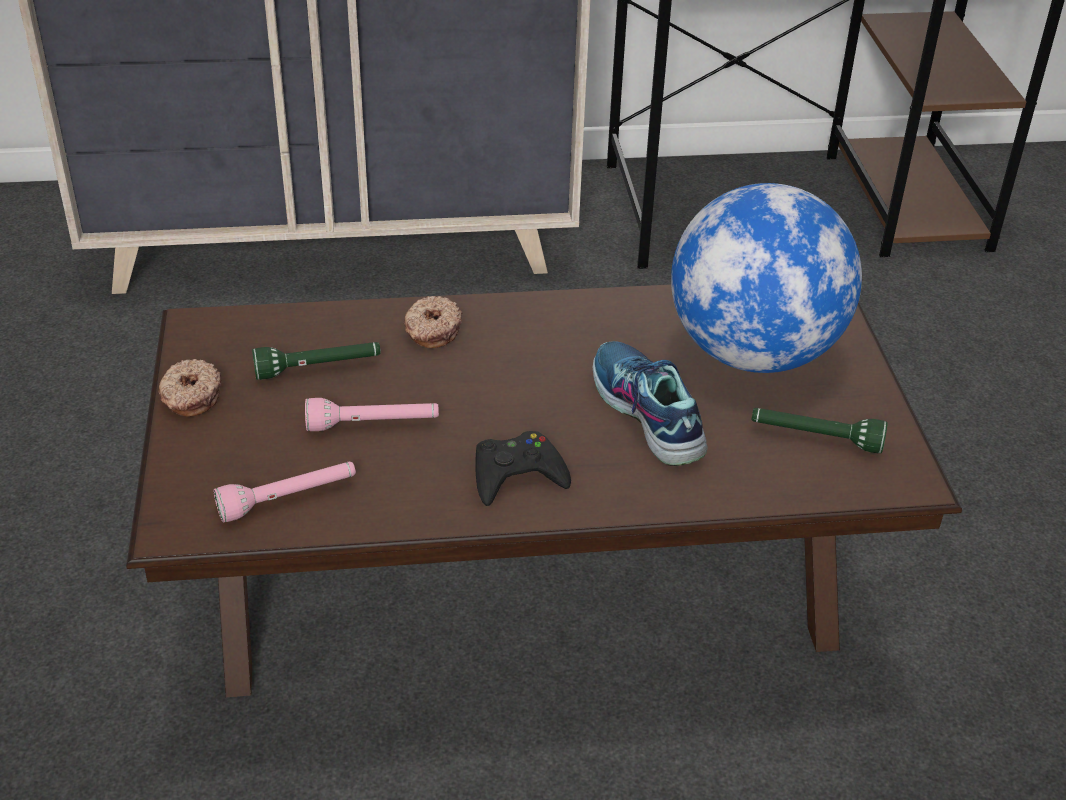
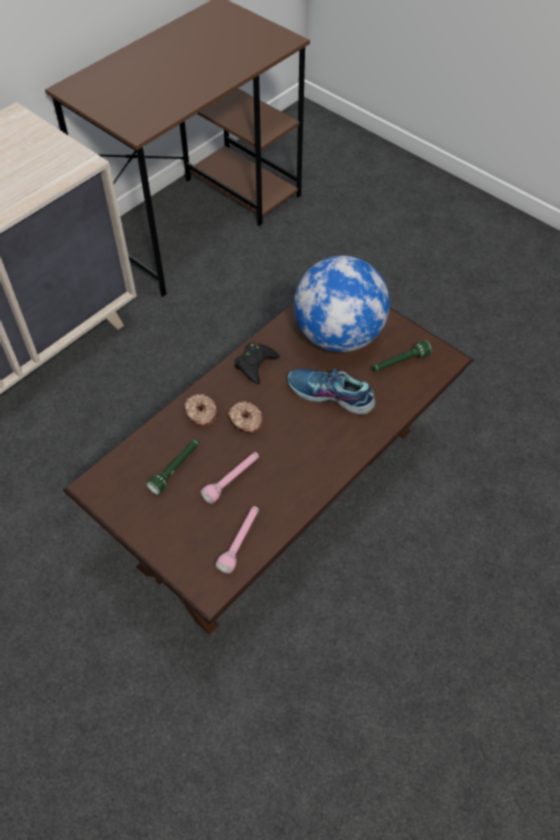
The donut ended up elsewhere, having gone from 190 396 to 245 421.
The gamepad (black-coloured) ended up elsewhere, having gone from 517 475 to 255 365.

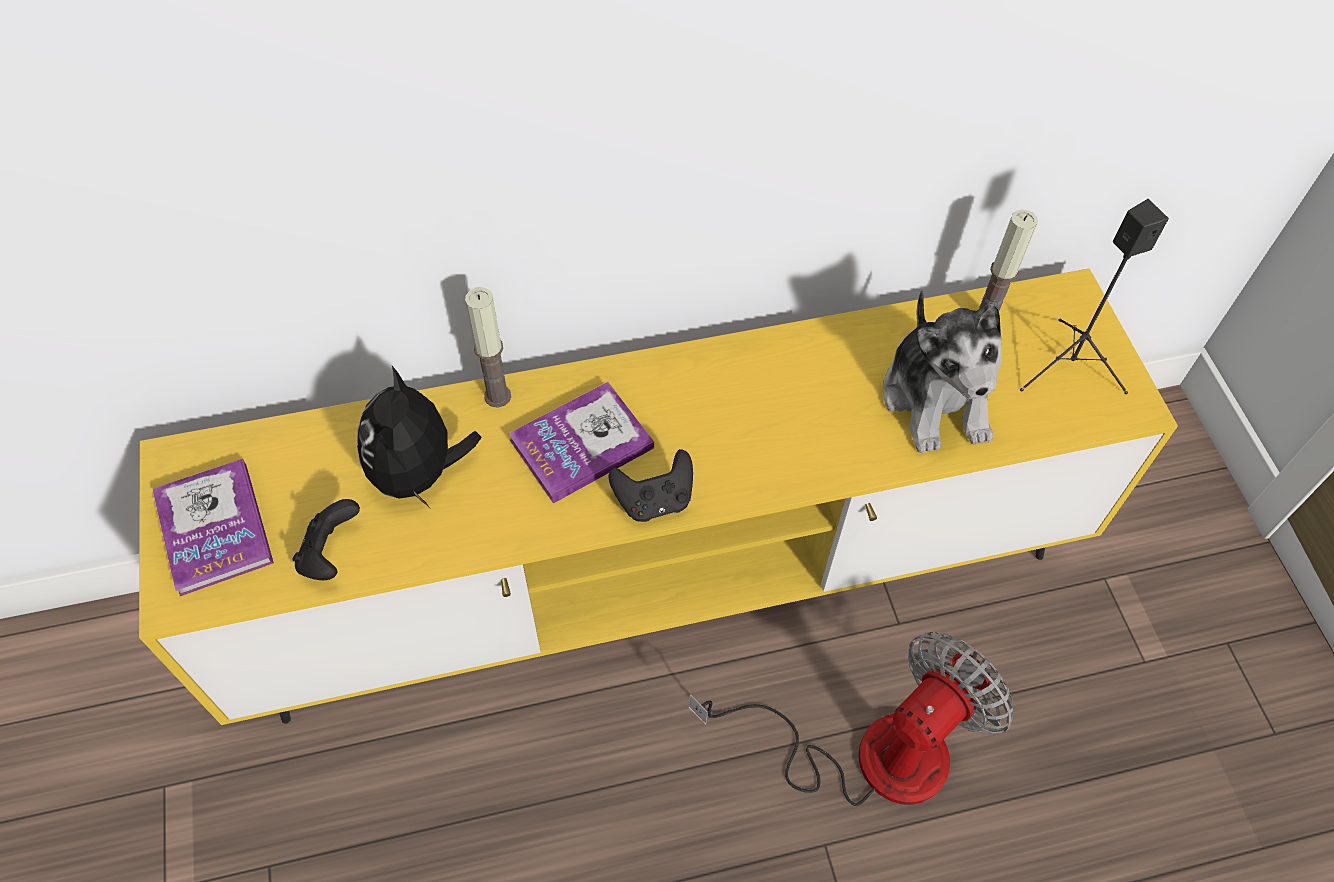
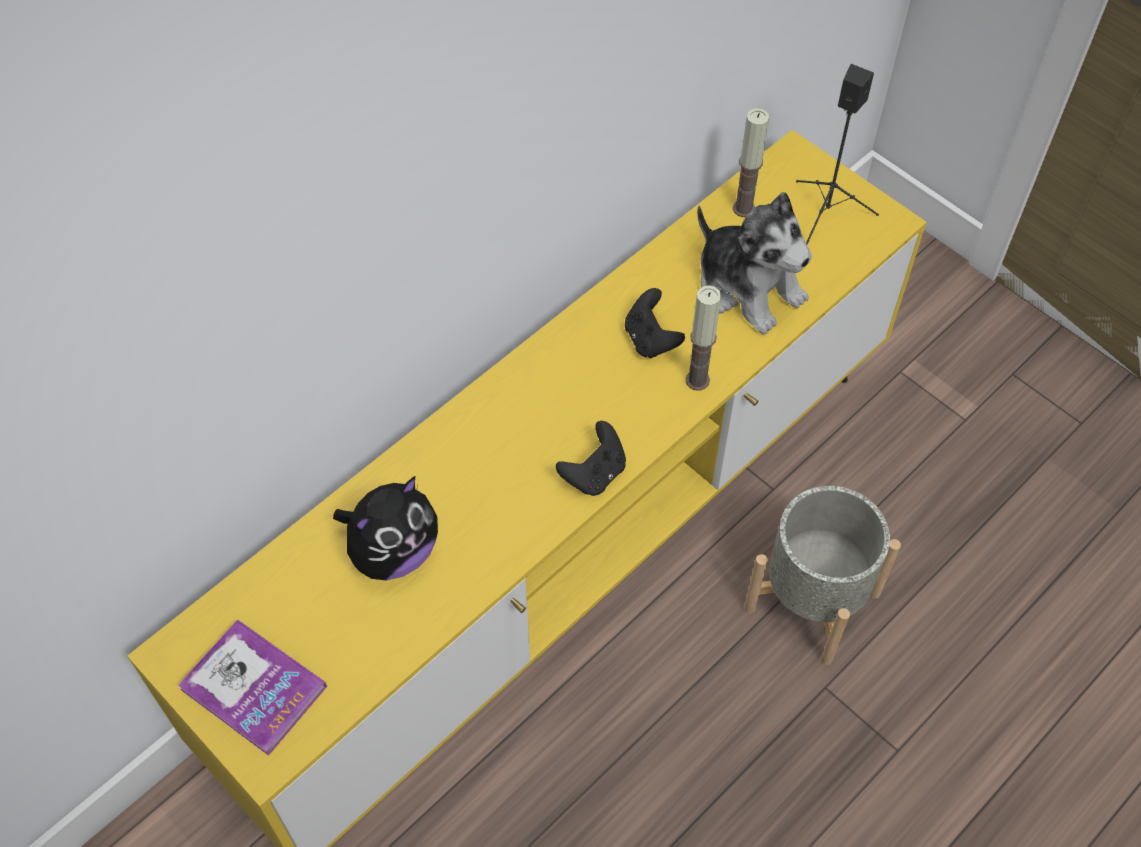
The wax candle ended up elsewhere, having gone from 498 396 to 697 380.
The cuddly toy at 420 473 ended up facing another way, 105 degrees counterclockwise from before.
The second view lost the book at 581 444.
The gamepad (black-coloured) ended up elsewhere, having gone from 331 554 to 650 339.
Where the electric fan stood at 867 753, the flower pot (grey) came to stand at 812 601.

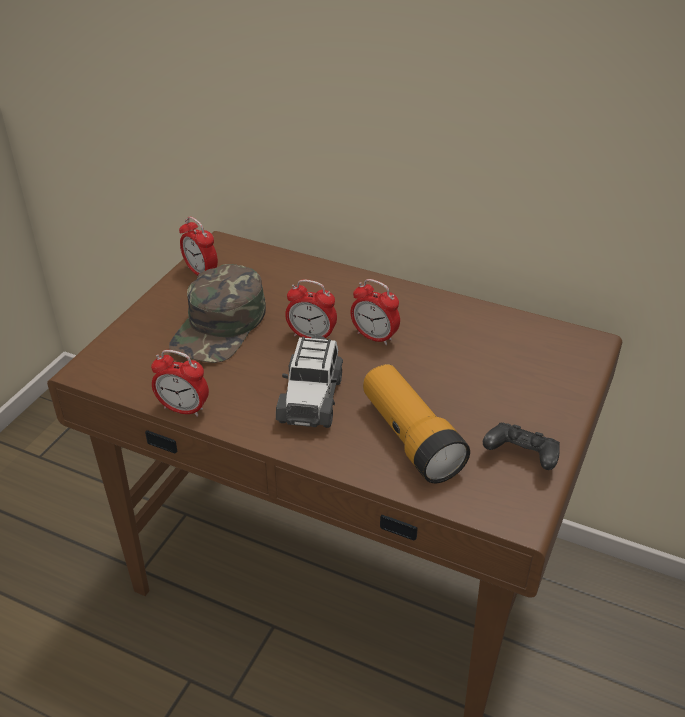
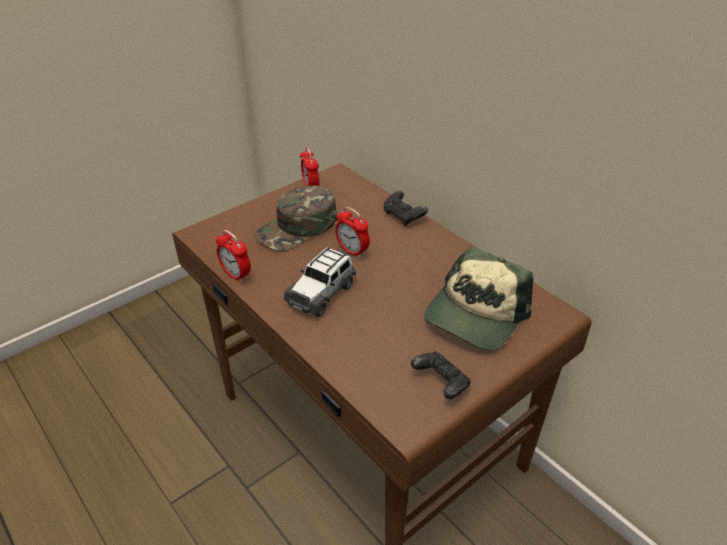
The second view lost the bedside clock at 374 337.
The second view lost the torch at 410 438.
The second view gained the gamepad (black-coloured) at 403 216.
The second view gained the baseball cap at 475 314.

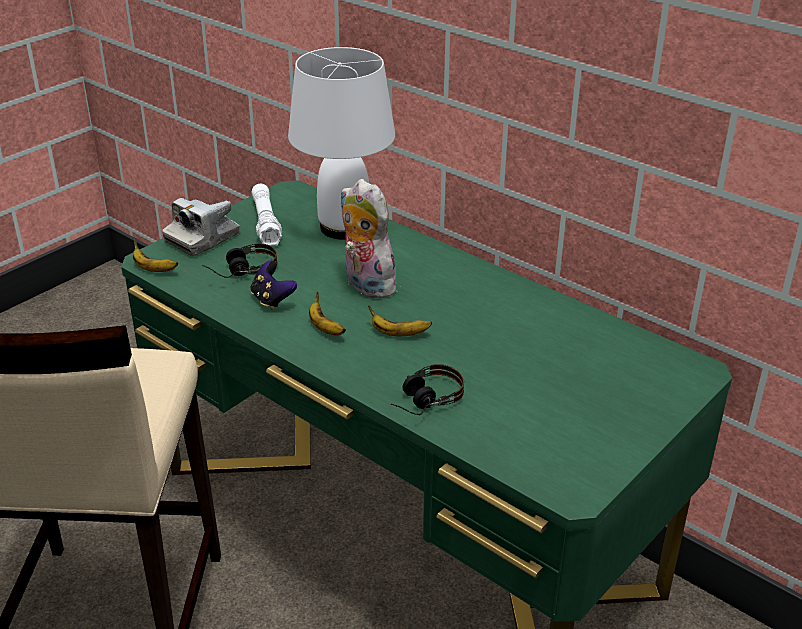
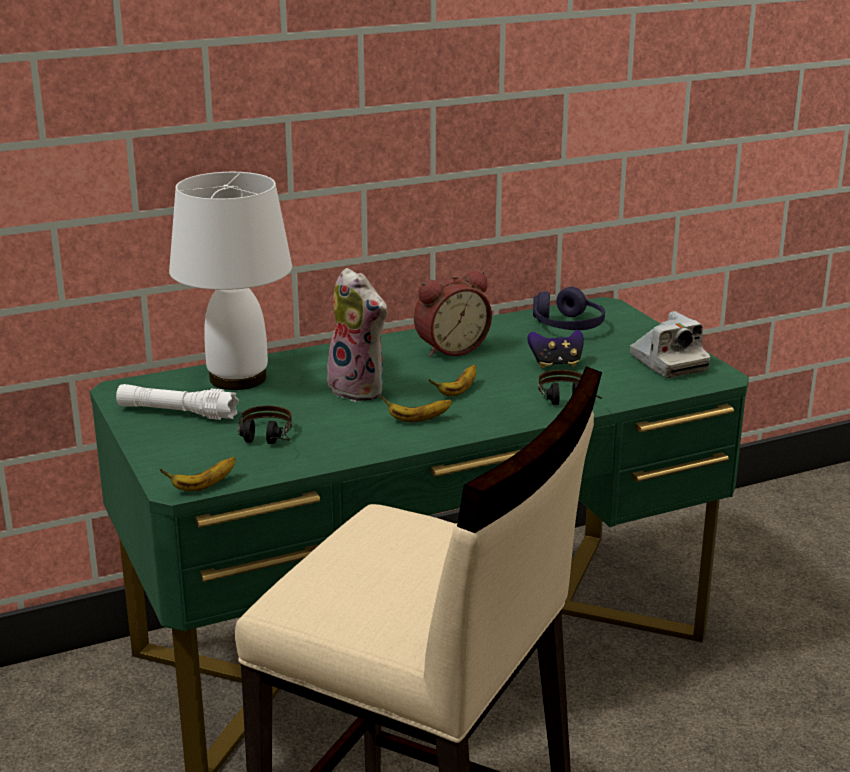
The cuddly toy at 365 285 ended up facing another way, 120 degrees counterclockwise from before.
The still camera ended up elsewhere, having gone from 202 238 to 668 363.
The gamepad ended up elsewhere, having gone from 272 300 to 556 364.
The second view gained the bedside clock at 450 348.
The second view gained the headphones (purple-coloured) at 568 326.

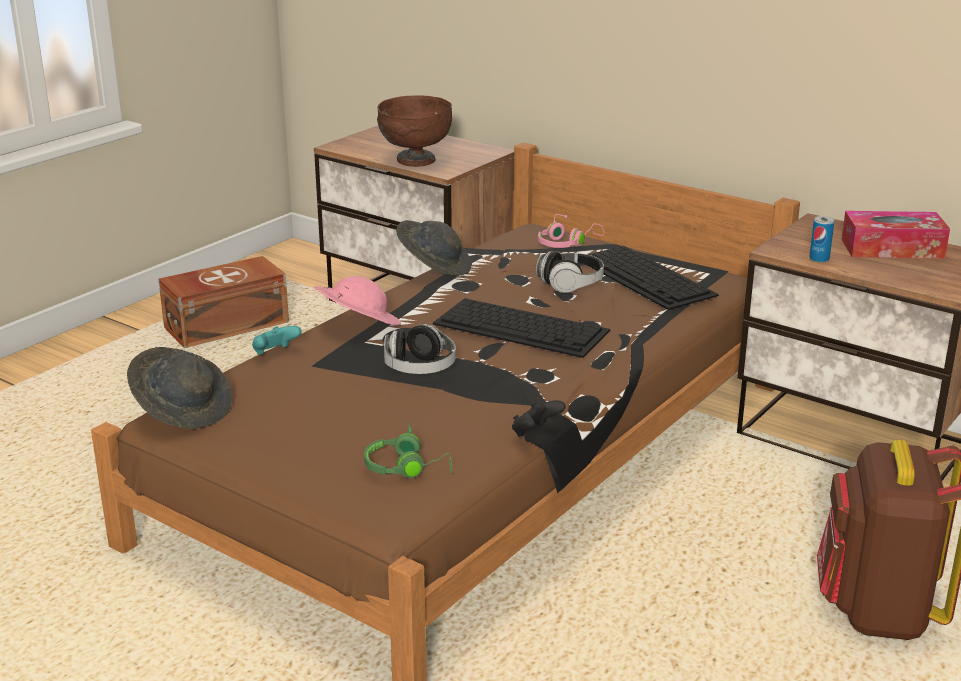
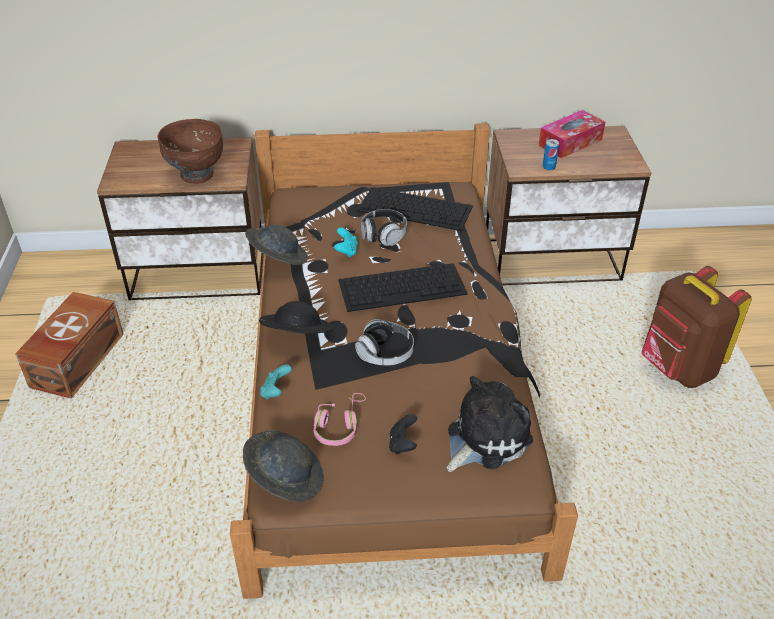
The headphones (pink-coloured) ended up elsewhere, having gone from 567 244 to 339 426.
What was the clothing hat (pink-coloured) at 357 325 turned into the clothing hat (black-coloured) at 297 337.
The gamepad (black-coloured) ended up elsewhere, having gone from 535 433 to 403 444.
Where the headphones (green) stood at 407 468, the cuddly toy came to stand at 484 438.
The second view gained the gamepad (blue-green) at 346 251.

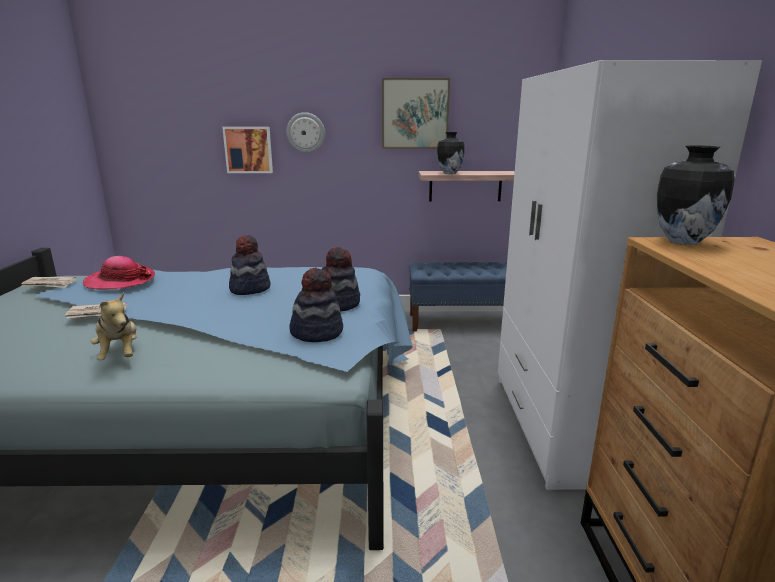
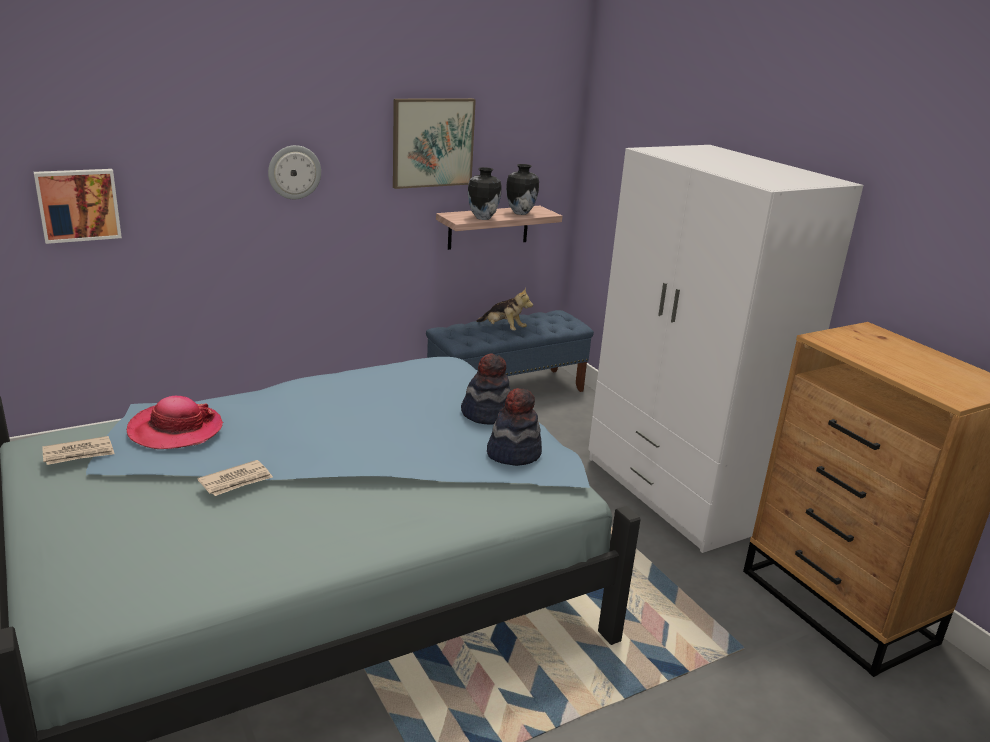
The picture ended up elsewhere, having gone from 248 150 to 78 205.
The vase ended up elsewhere, having gone from 682 241 to 520 213.
The second view lost the clothing hat at 249 288.
The cuddly toy ended up elsewhere, having gone from 120 354 to 503 329.

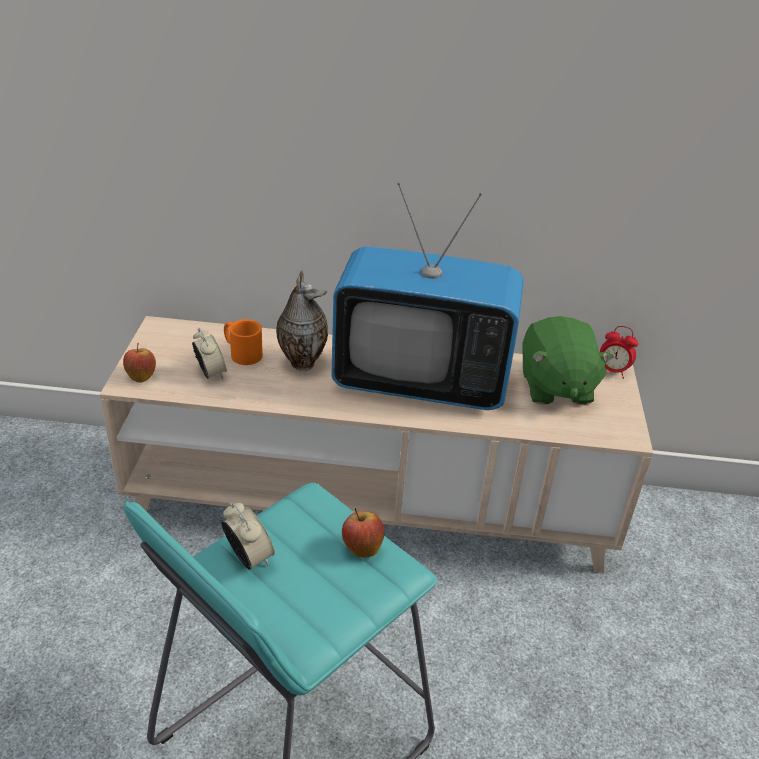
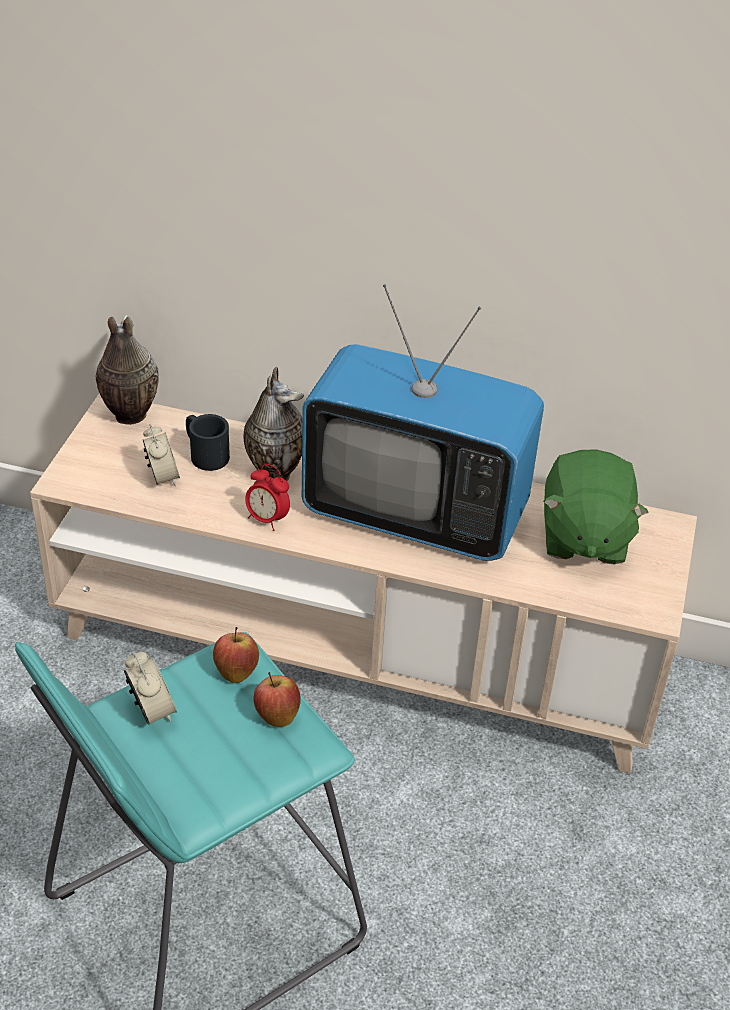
What was the tea mug (orange-coloured) at 241 353 turned into the tea mug (black-coloured) at 205 453.
The bedside clock ended up elsewhere, having gone from 612 371 to 267 519.
The whole apple ended up elsewhere, having gone from 141 376 to 236 671.
The second view gained the vase at 128 416.

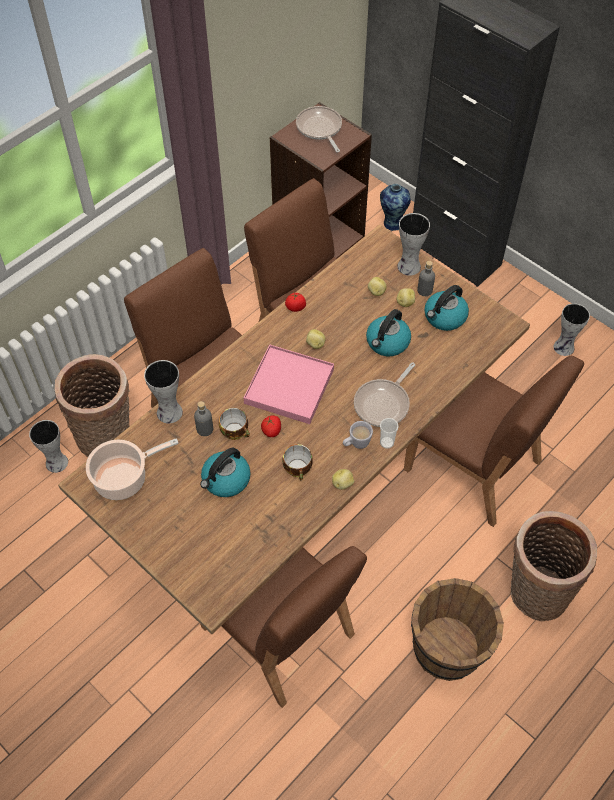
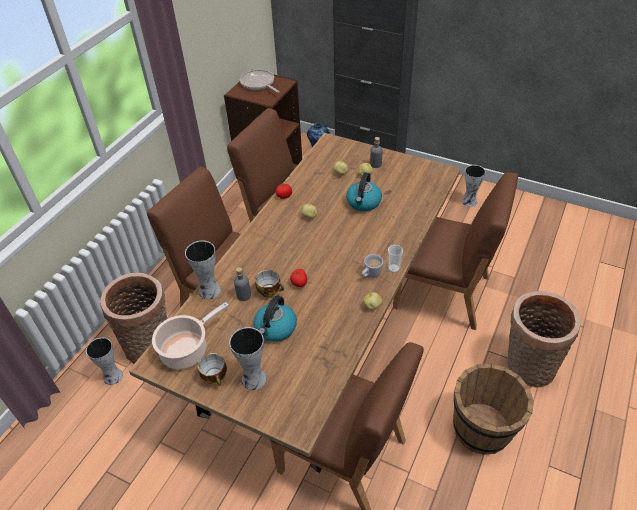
The vase ended up elsewhere, having gone from 407 266 to 252 379.
The second view lost the kettle at 444 317.
The second view lost the tray (pink-coloured) at 289 387.
The second view lost the skillet at 383 404.
The small cup ended up elsewhere, having gone from 298 469 to 215 377.

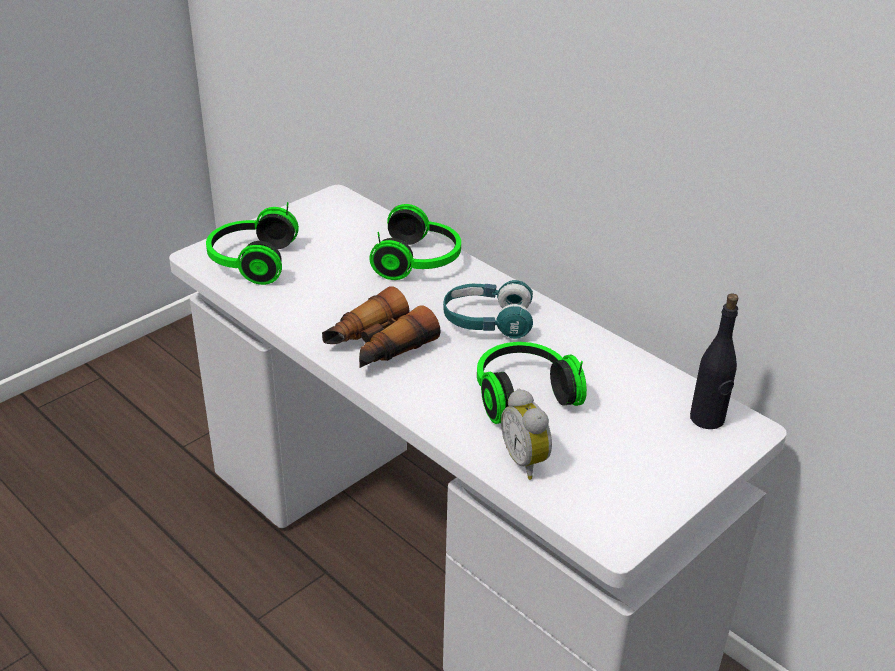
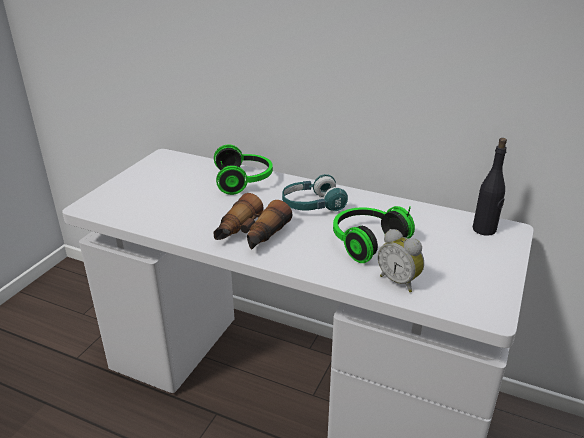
The second view lost the headphones at 250 262.

